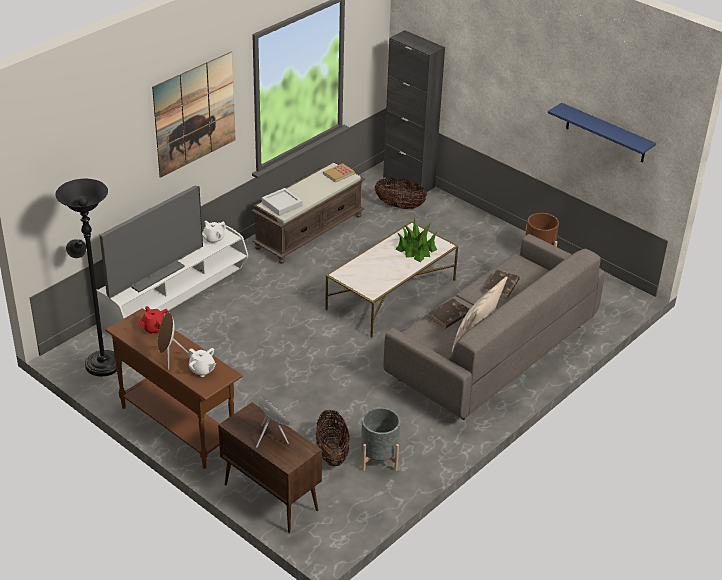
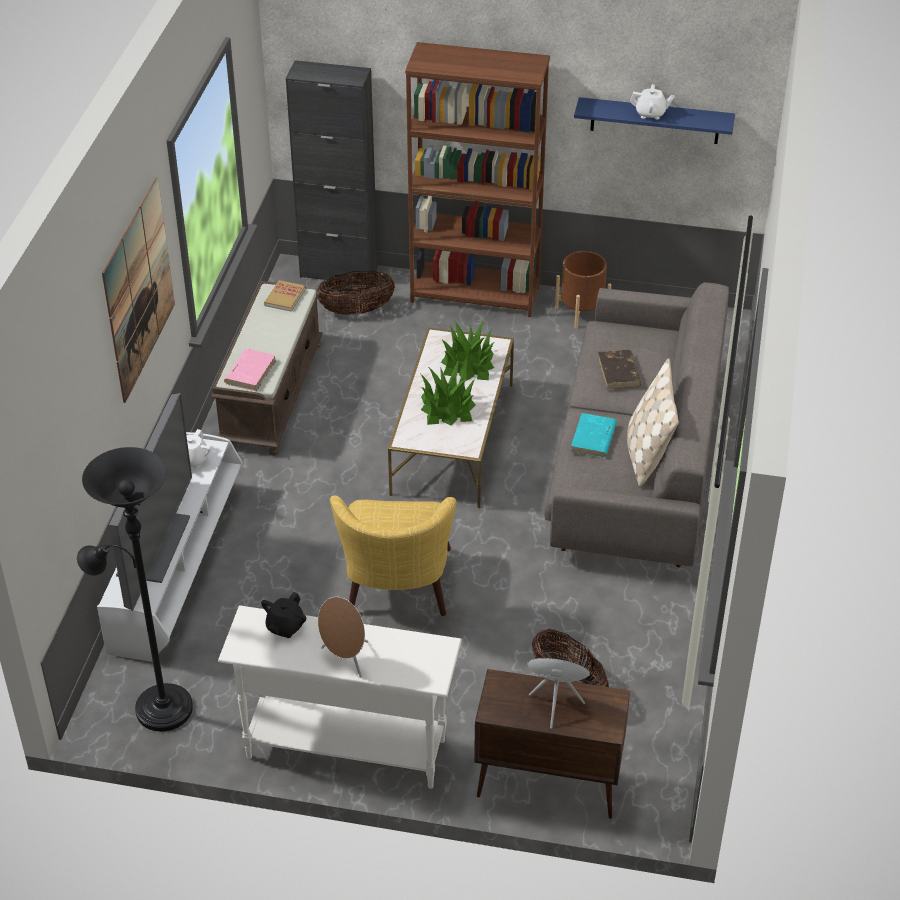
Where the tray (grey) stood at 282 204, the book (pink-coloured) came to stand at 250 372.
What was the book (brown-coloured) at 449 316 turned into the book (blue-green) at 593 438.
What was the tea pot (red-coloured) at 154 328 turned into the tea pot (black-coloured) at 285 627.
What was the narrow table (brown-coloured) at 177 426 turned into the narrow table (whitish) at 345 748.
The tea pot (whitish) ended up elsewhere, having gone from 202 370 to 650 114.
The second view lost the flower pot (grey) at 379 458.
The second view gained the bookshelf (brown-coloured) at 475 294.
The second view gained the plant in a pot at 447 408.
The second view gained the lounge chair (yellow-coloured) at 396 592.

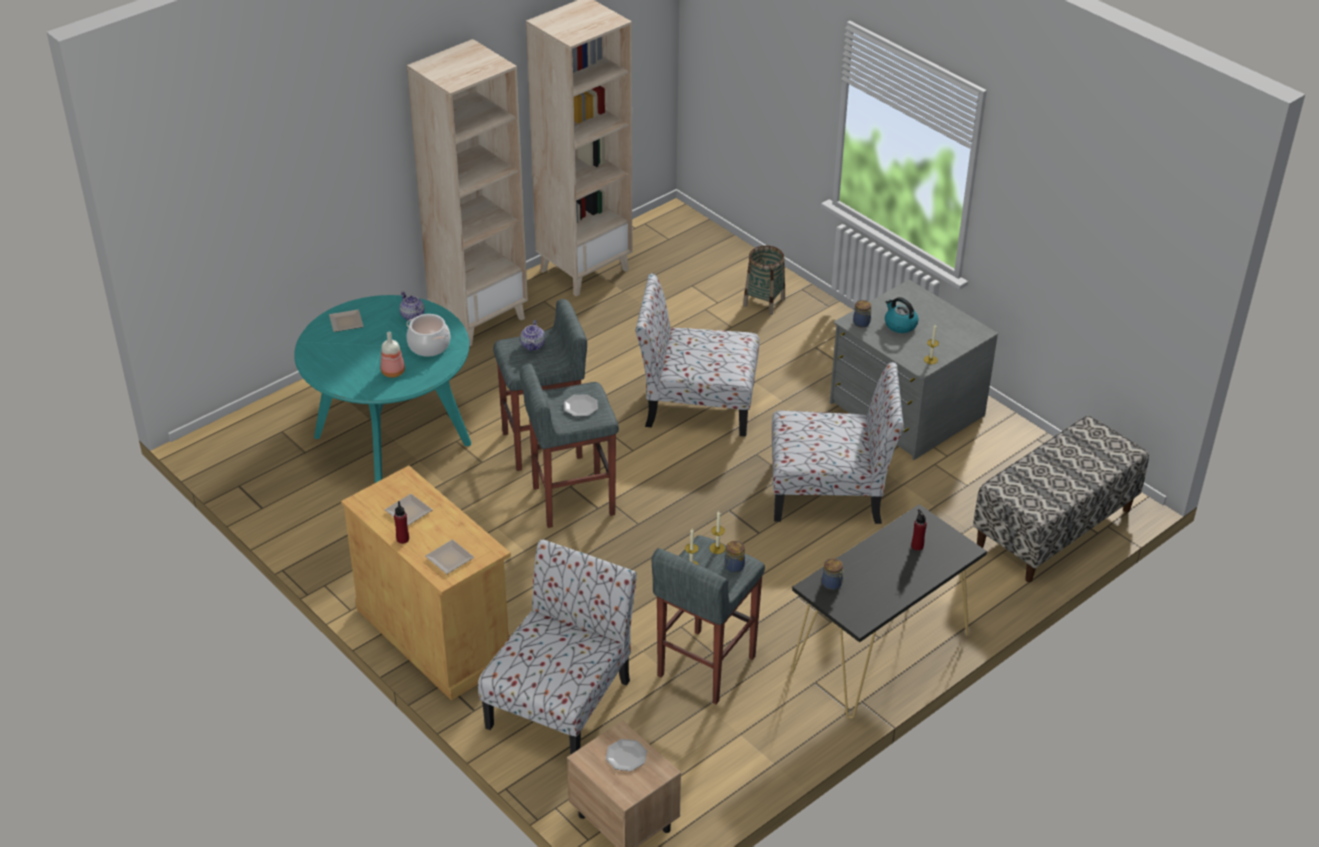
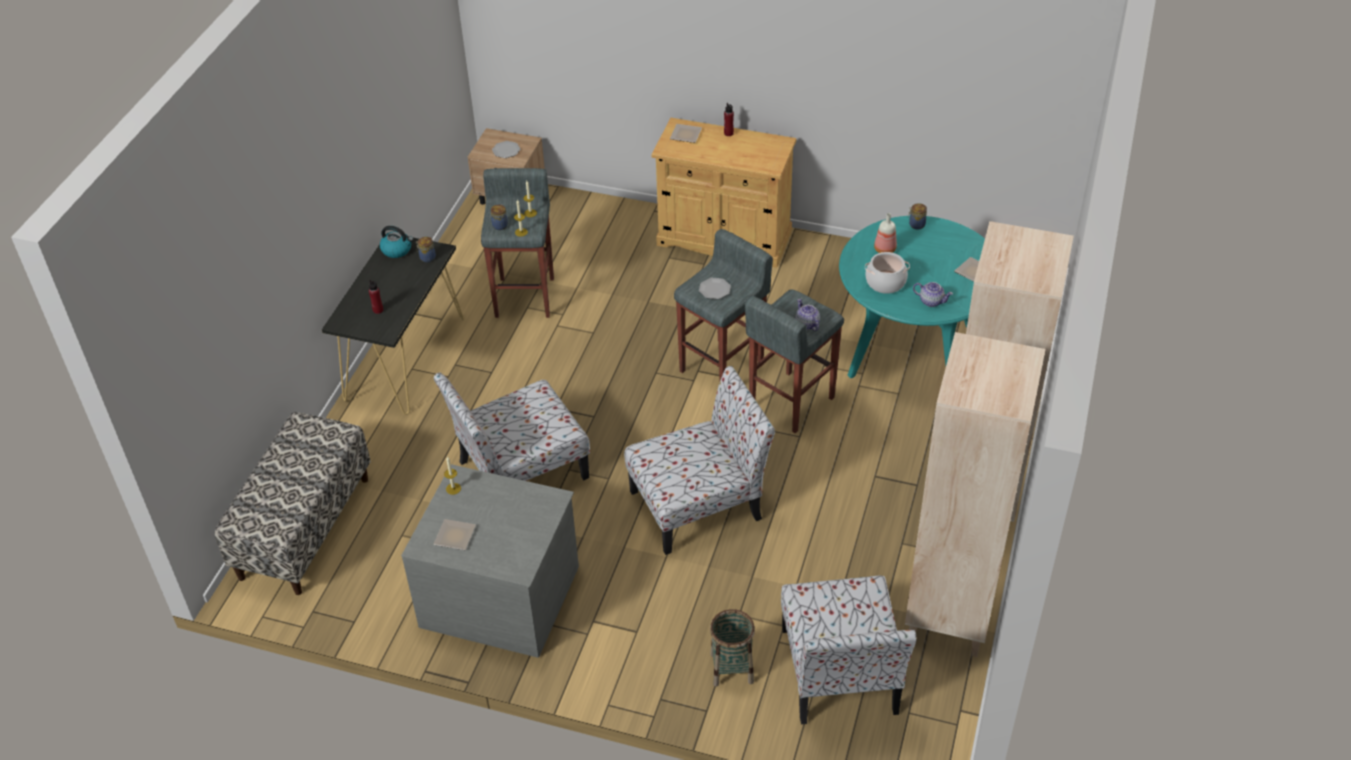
The kettle ended up elsewhere, having gone from 900 325 to 397 250.
The jar ended up elsewhere, having gone from 862 323 to 916 225.
The dinner plate ended up elsewhere, having gone from 408 513 to 454 535.
The chair ended up elsewhere, having gone from 561 701 to 840 673.

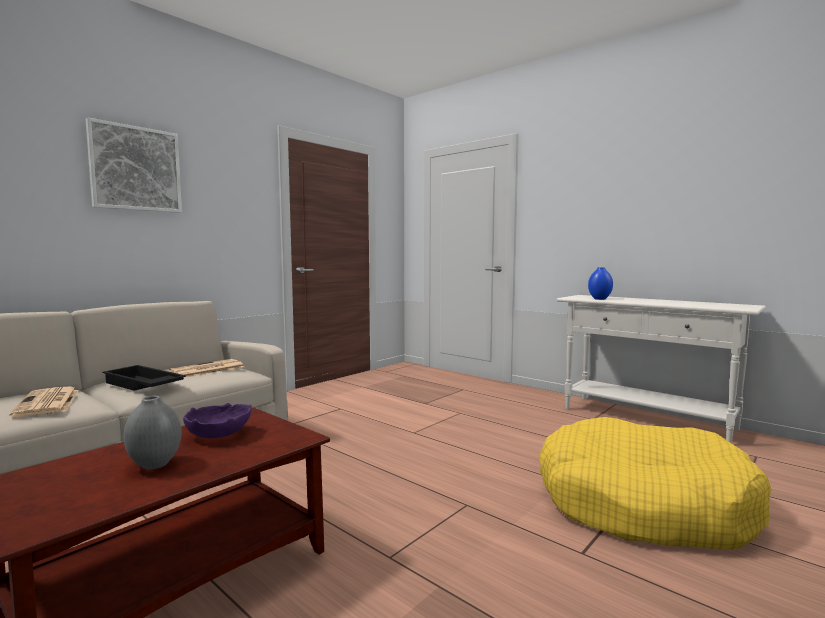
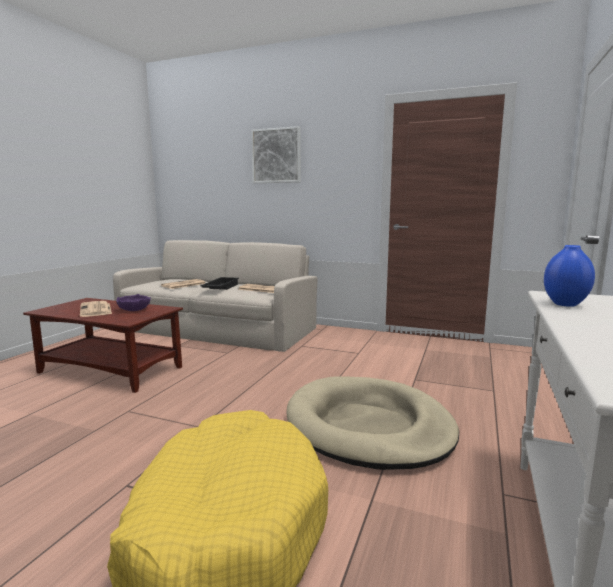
Where the vase (grey) stood at 156 464, the newspaper came to stand at 96 310.
The second view gained the pet bed (beige) at 368 426.

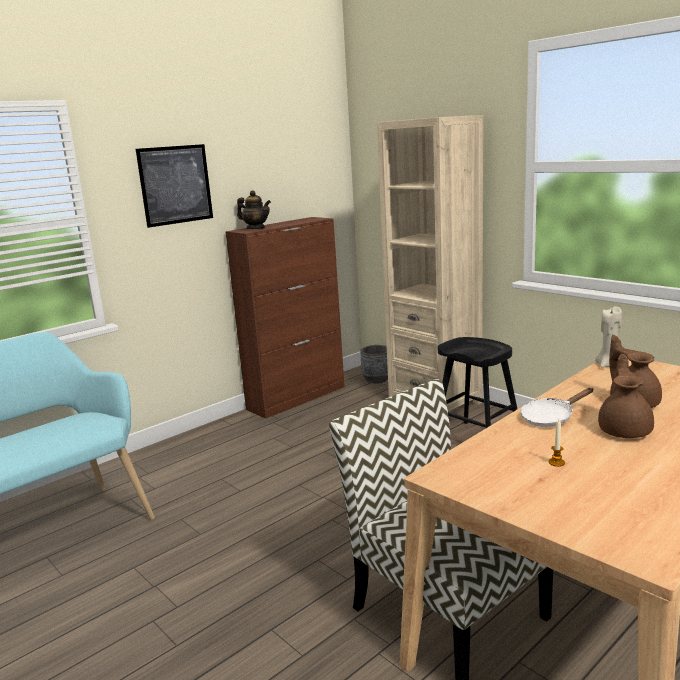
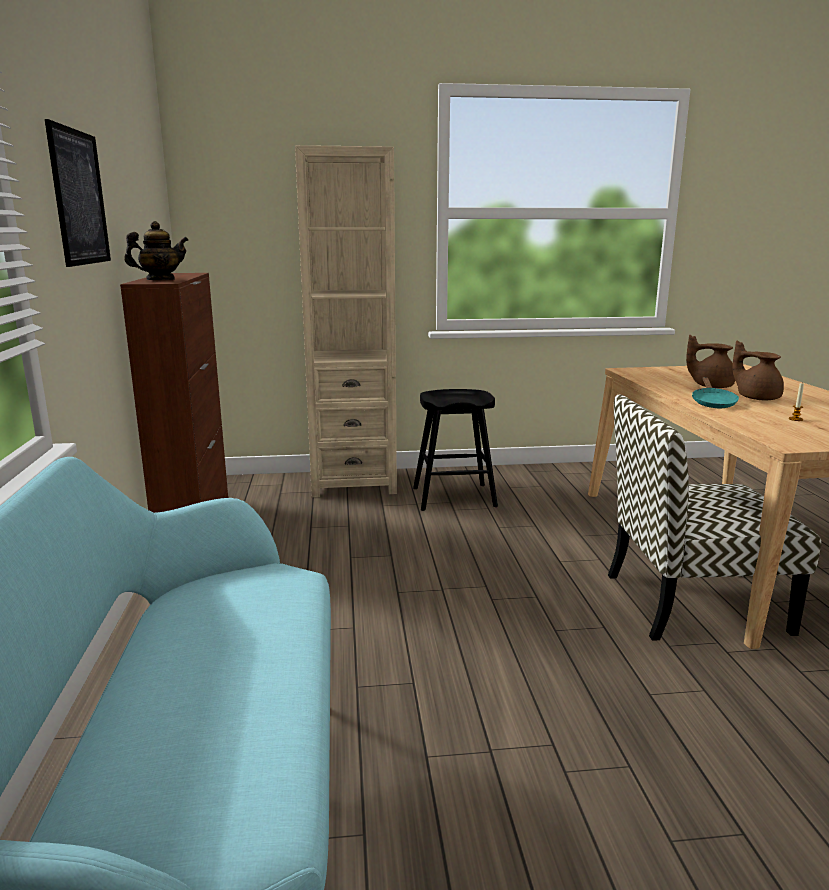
The second view lost the wax candle (beige) at 607 365.
The second view lost the flower pot (grey) at 377 379.
What was the skillet (whitish) at 550 418 turned into the skillet (blue-green) at 712 403.

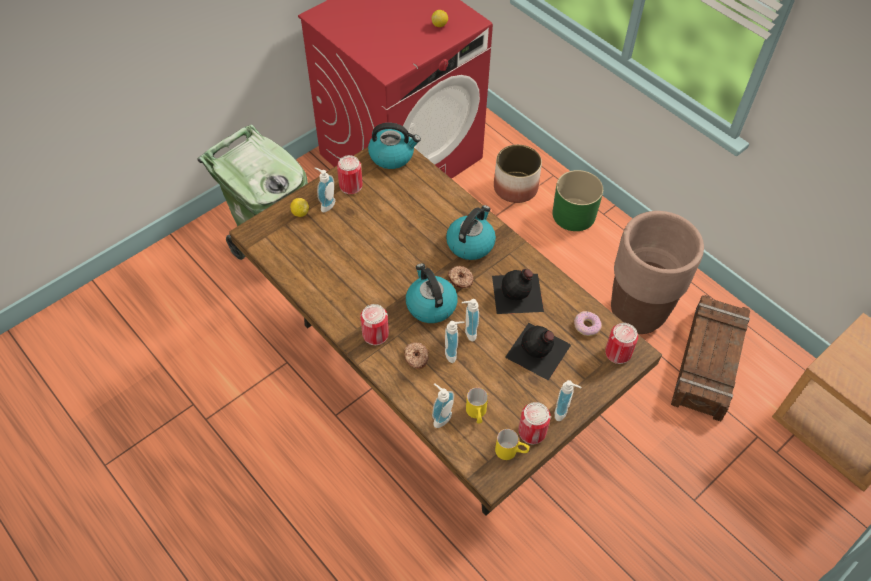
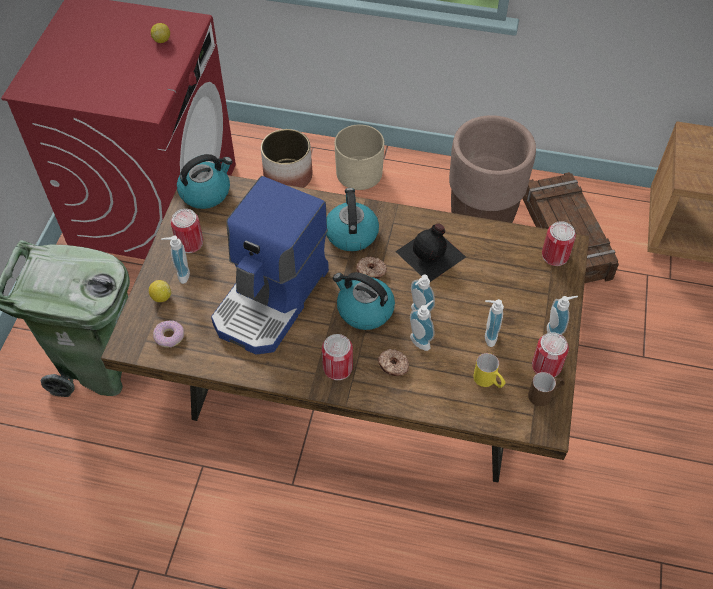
What was the flower pot (green) at 574 215 turned into the flower pot (beige) at 359 173.
The donut ended up elsewhere, having gone from 586 326 to 169 337.
The second view lost the drink bottle (black-coloured) at 538 352.
The liquid soap bottle ended up elsewhere, having gone from 440 417 to 488 336.
What was the tea mug (yellow-coloured) at 511 451 turned into the tea mug (brown-coloured) at 544 394.
The second view gained the coffee machine at 272 299.

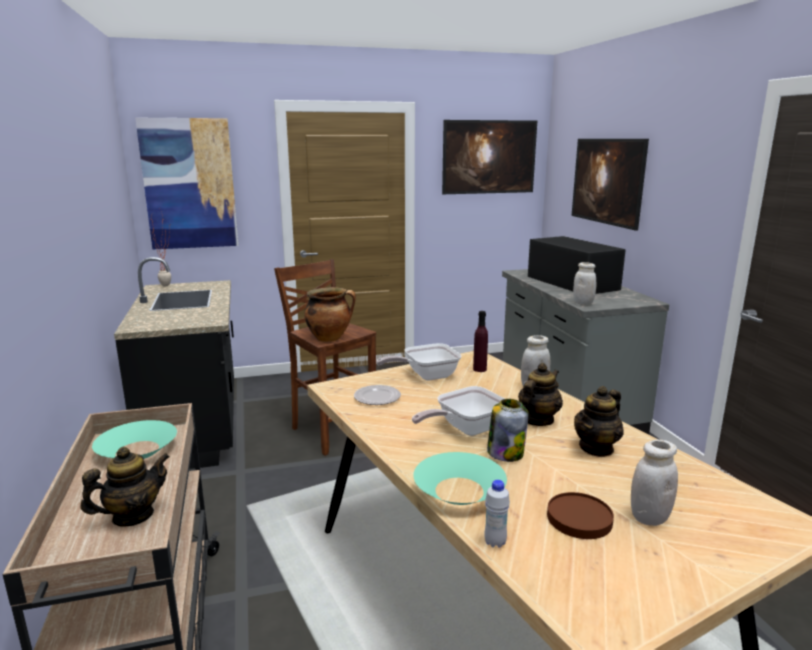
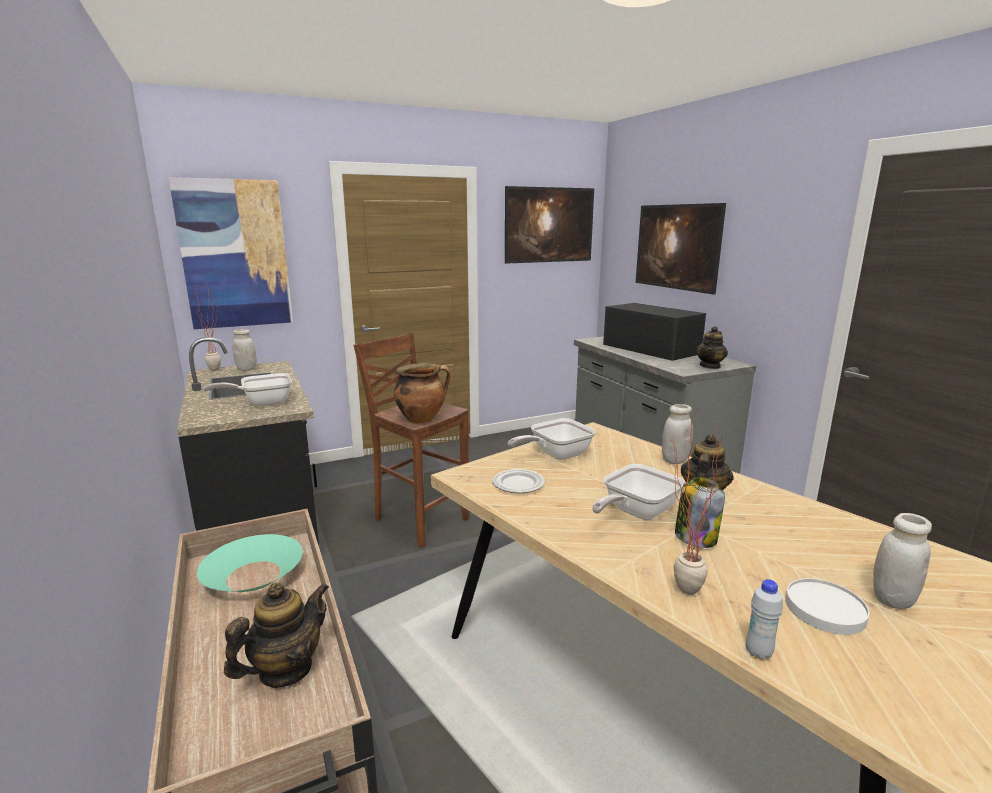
The jar (whitish) ended up elsewhere, having gone from 583 303 to 246 369.
The second view lost the drink bottle (purple-coloured) at 479 369.
The tea pot ended up elsewhere, having gone from 596 448 to 710 366.
Where the deep dish (blue-green) stood at 459 490, the plant in a pot came to stand at 677 589.
What was the dinner plate (brown-coloured) at 579 519 turned into the dinner plate (whitish) at 825 610.
The second view gained the skillet at 262 403.

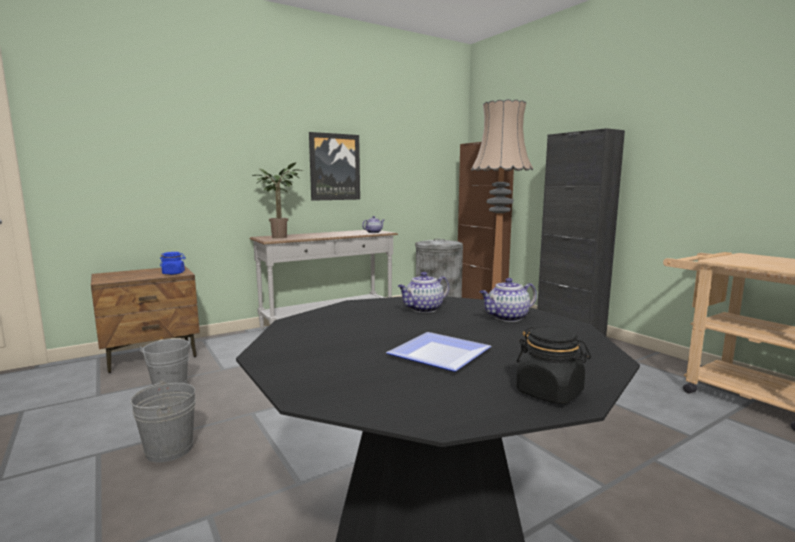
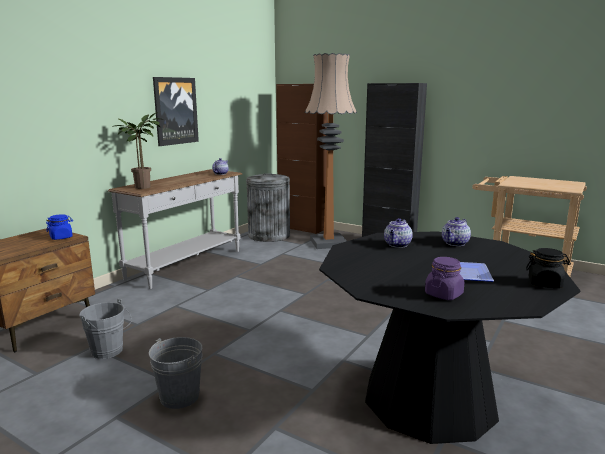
The second view gained the jar (purple-coloured) at 443 294.

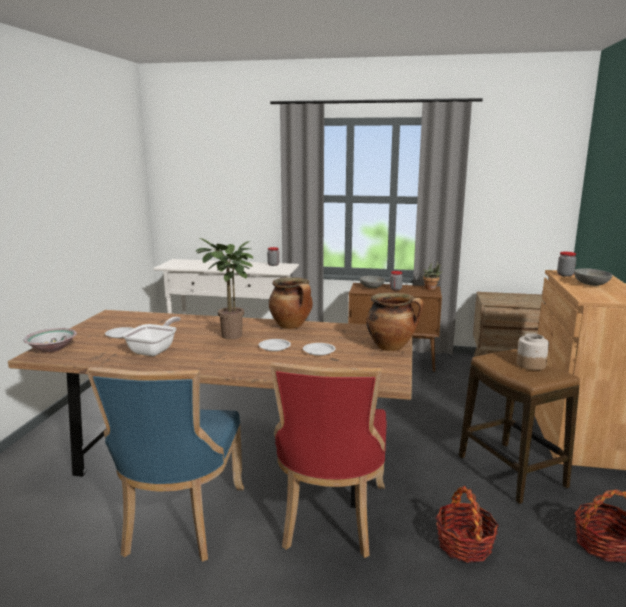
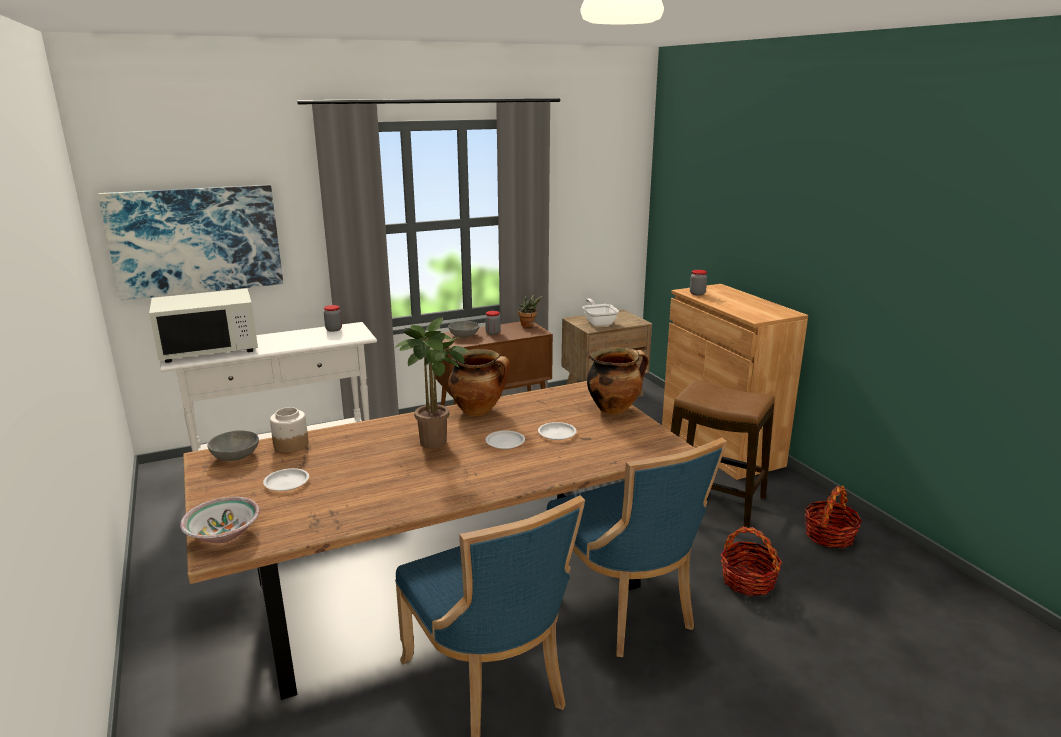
The deep dish (grey) ended up elsewhere, having gone from 591 284 to 236 456.
The skillet ended up elsewhere, having gone from 155 350 to 598 322.
The jar ended up elsewhere, having gone from 530 364 to 290 445.
What was the chair (red-coloured) at 330 518 turned into the chair (blue-coloured) at 624 608.
The second view gained the picture at 196 240.
The second view gained the microwave (whitish) at 209 349.

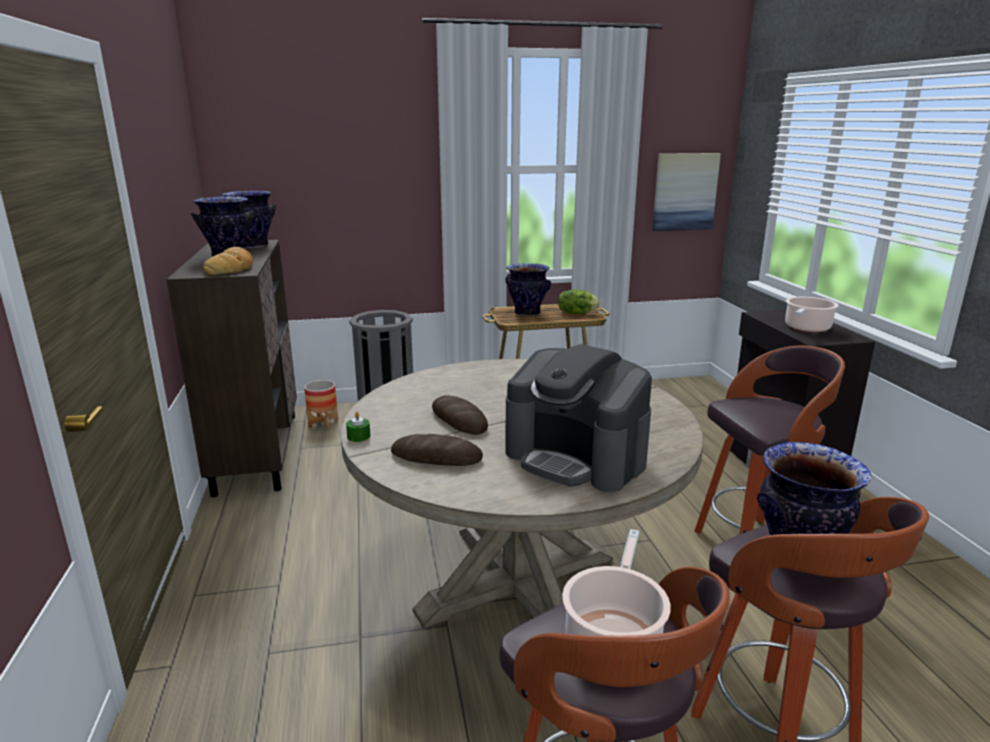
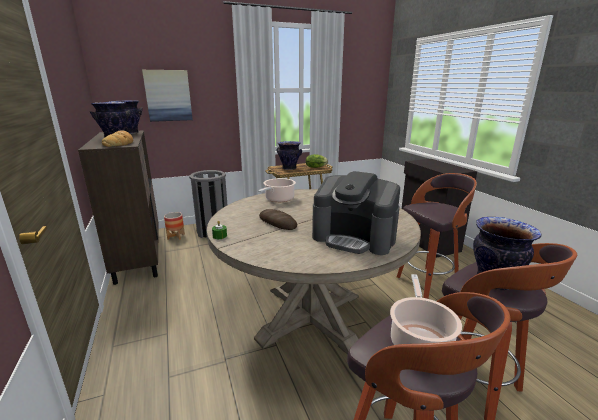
The picture ended up elsewhere, having gone from 684 192 to 168 95.
The cooking pot ended up elsewhere, having gone from 806 328 to 278 199.
The second view lost the bakery bread at 436 457.

